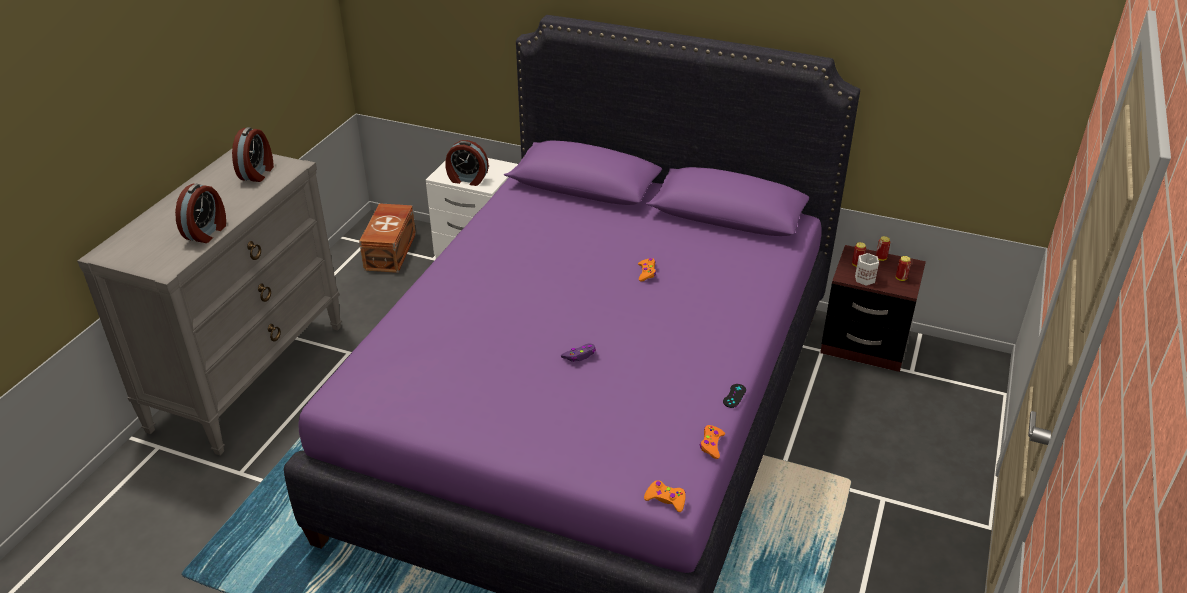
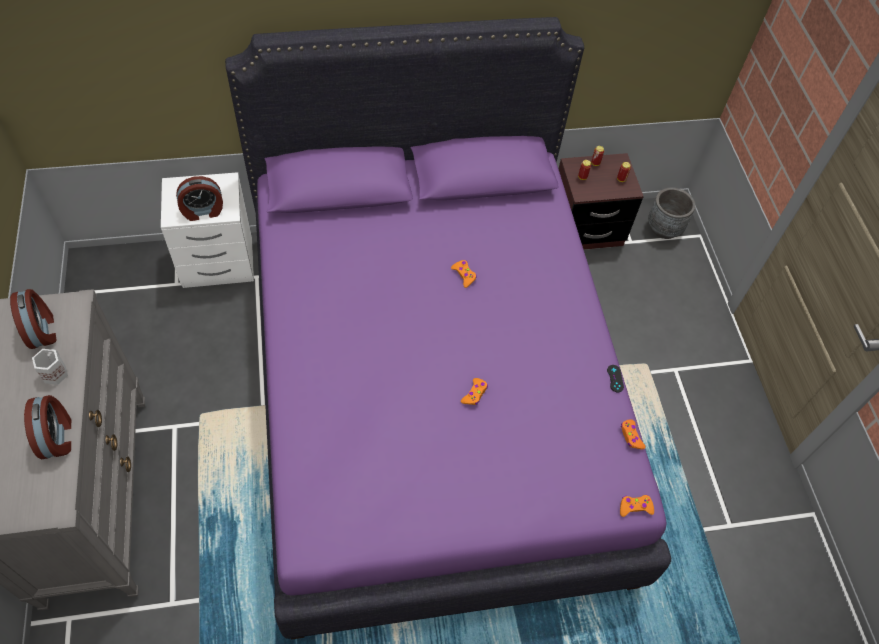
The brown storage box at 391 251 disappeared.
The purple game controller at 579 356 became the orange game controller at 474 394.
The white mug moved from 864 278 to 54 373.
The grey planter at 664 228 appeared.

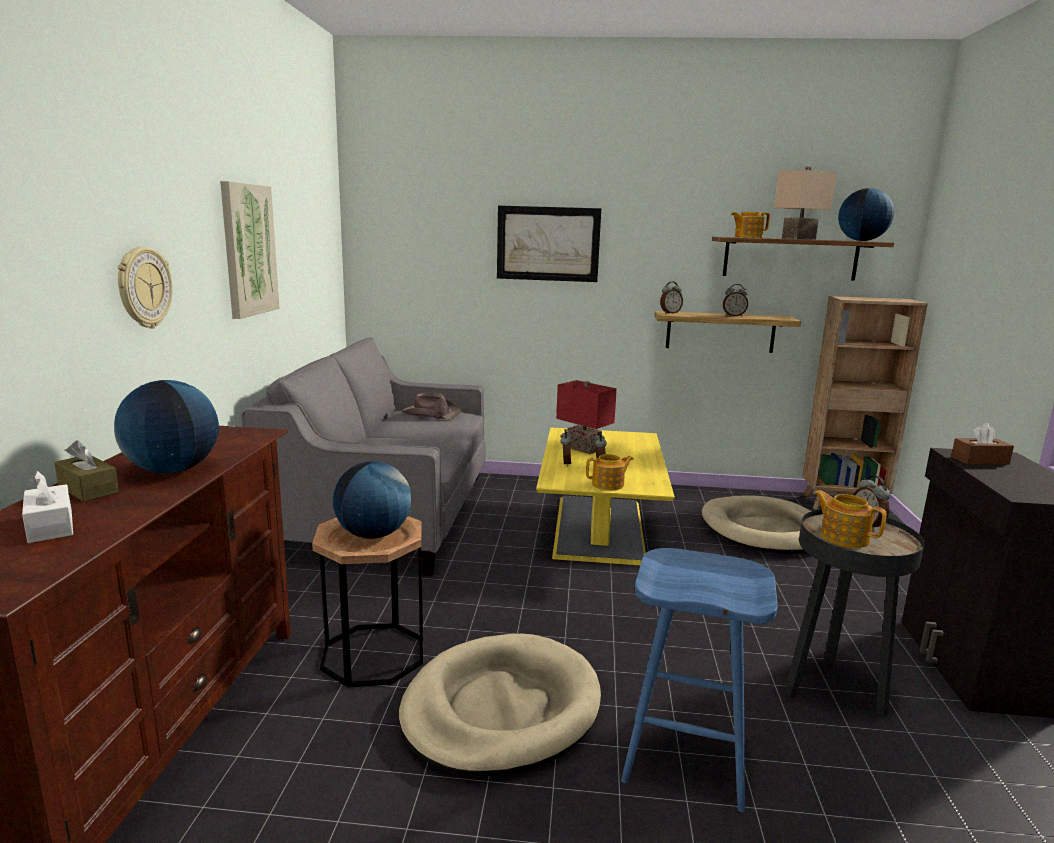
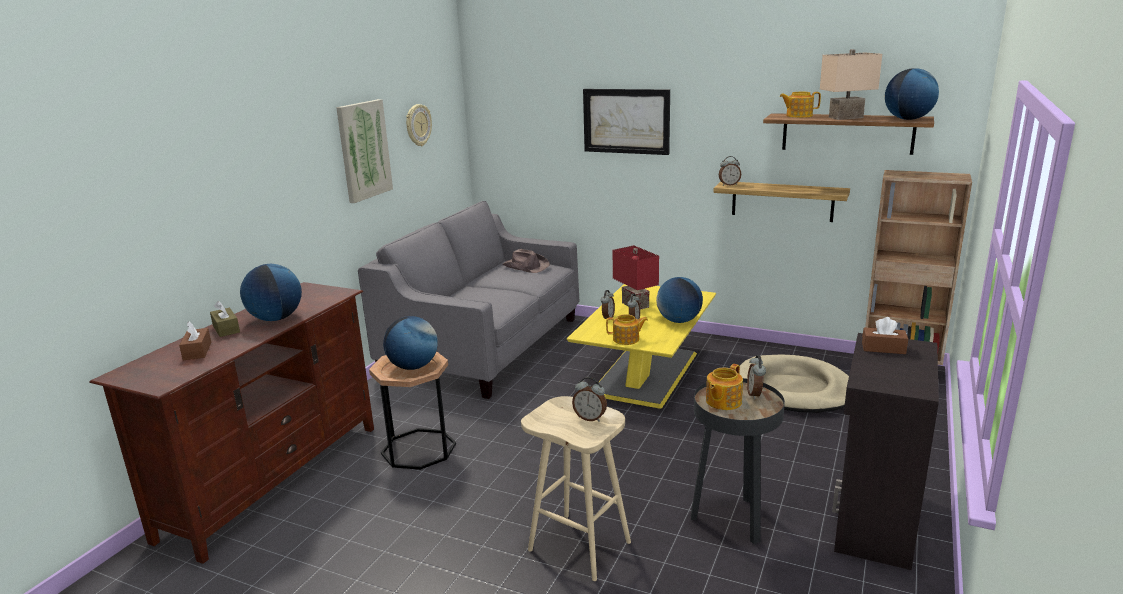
The white tissue box at 50 526 became the brown tissue box at 197 351.
The wall clock moved from 143 287 to 418 125.
The beige dog bed at 501 709 disappeared.
The blue stool at 687 760 became the beige stool at 581 546.
The alarm clock moved from 733 316 to 590 418.
The teapot at 843 537 turned 120 degrees counterclockwise.
The globe at 679 321 appeared.

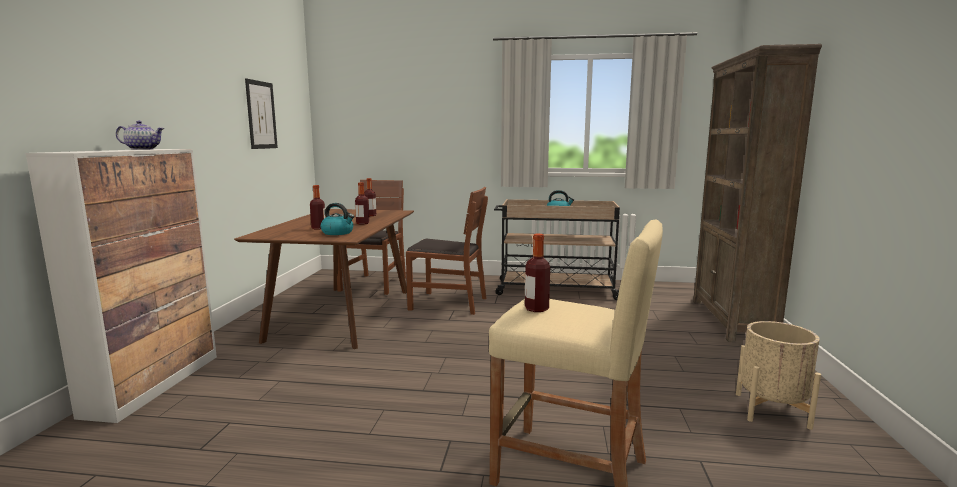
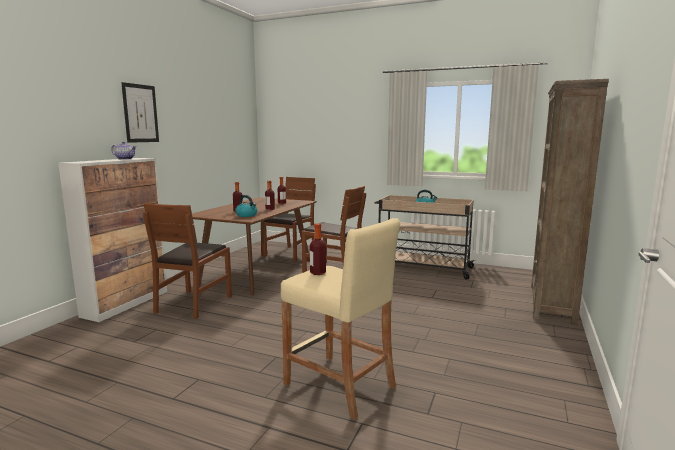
The picture moved from 261 115 to 140 113.
The beige planter at 771 410 disappeared.
The brown chair at 193 304 appeared.

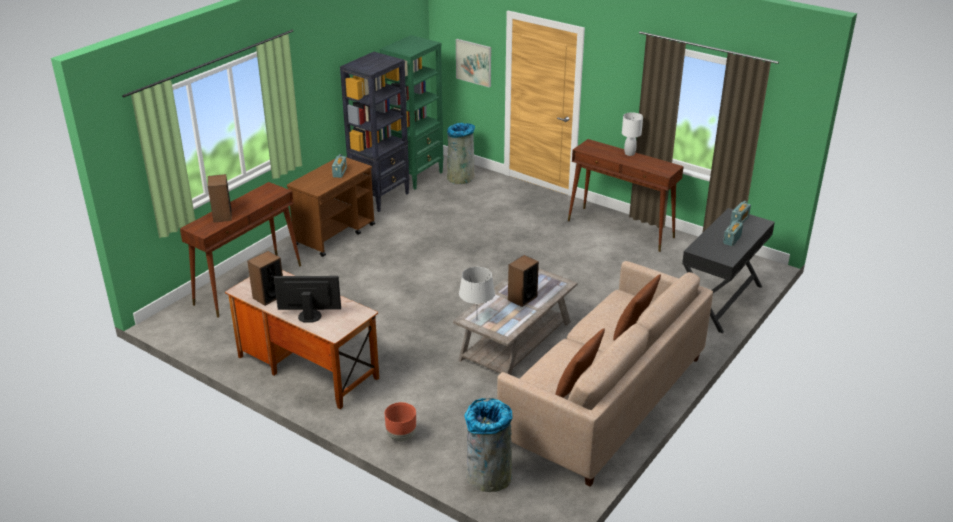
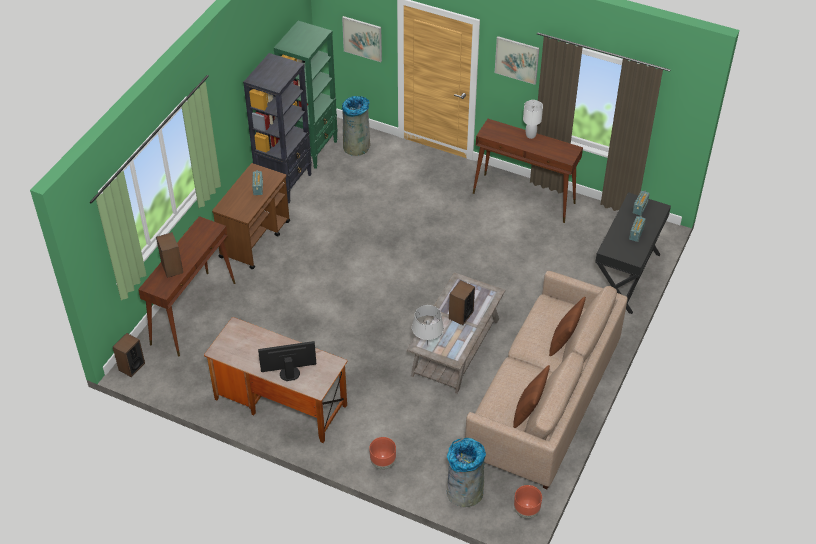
The speaker moved from 268 296 to 131 366.
The picture at 517 59 appeared.
The brown planter at 526 511 appeared.

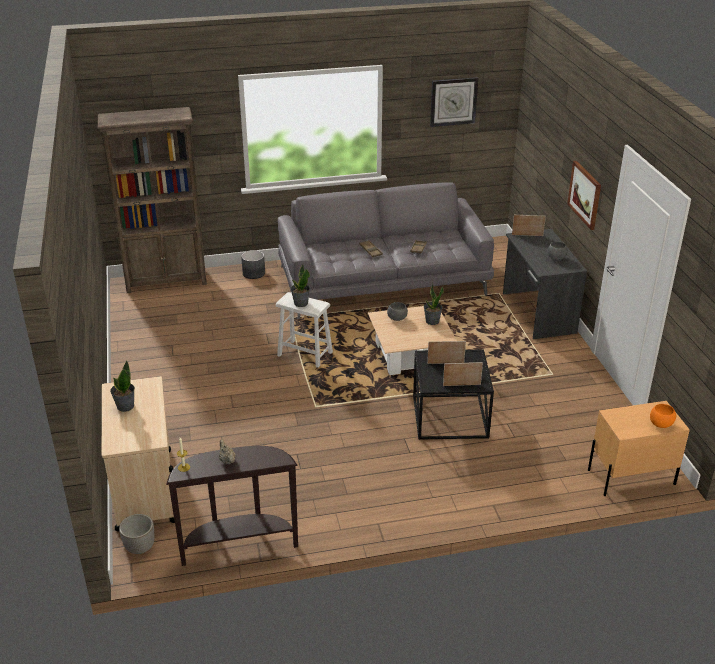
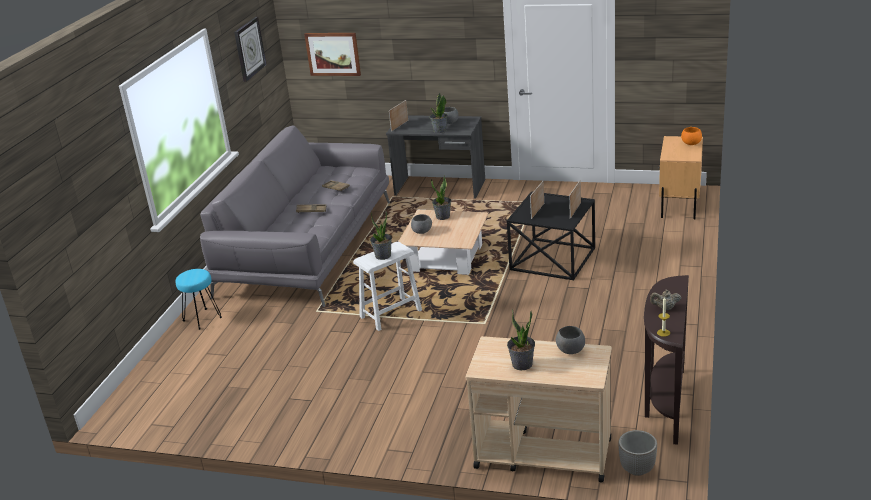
The brown bookcase at 166 281 disappeared.
The grey planter at 254 273 was replaced by the turquoise stool at 202 319.
The picture moved from 585 194 to 333 54.
The potted plant at 439 130 appeared.
The grey bowl at 570 351 appeared.

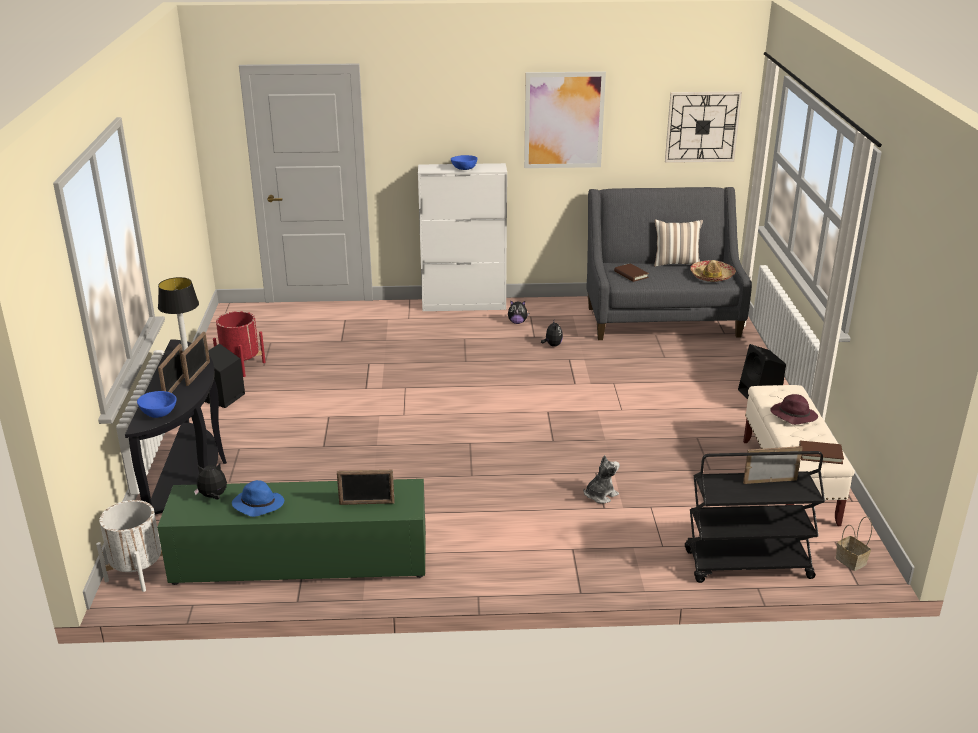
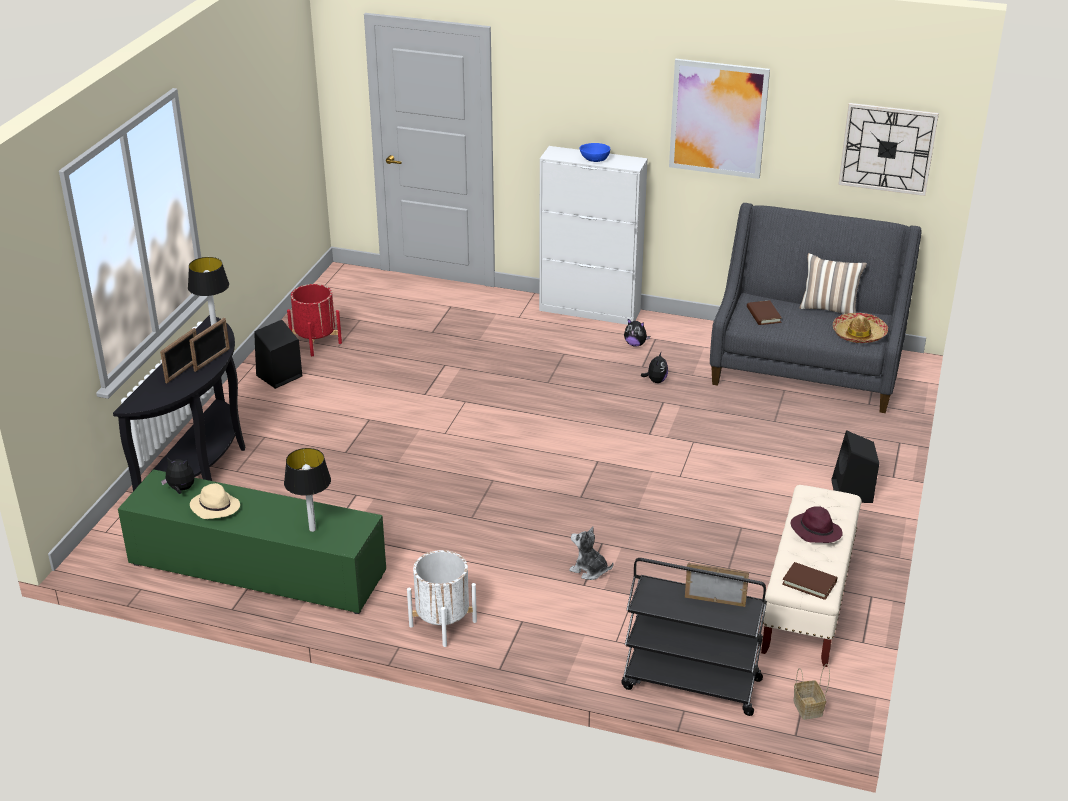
The white planter moved from 138 572 to 443 623.
The blue bowl at 158 413 disappeared.
The blue hat at 257 505 became the beige hat at 215 507.
The picture frame at 366 503 was replaced by the table lamp at 313 529.
The plush toy at 600 495 turned 135 degrees counterclockwise.

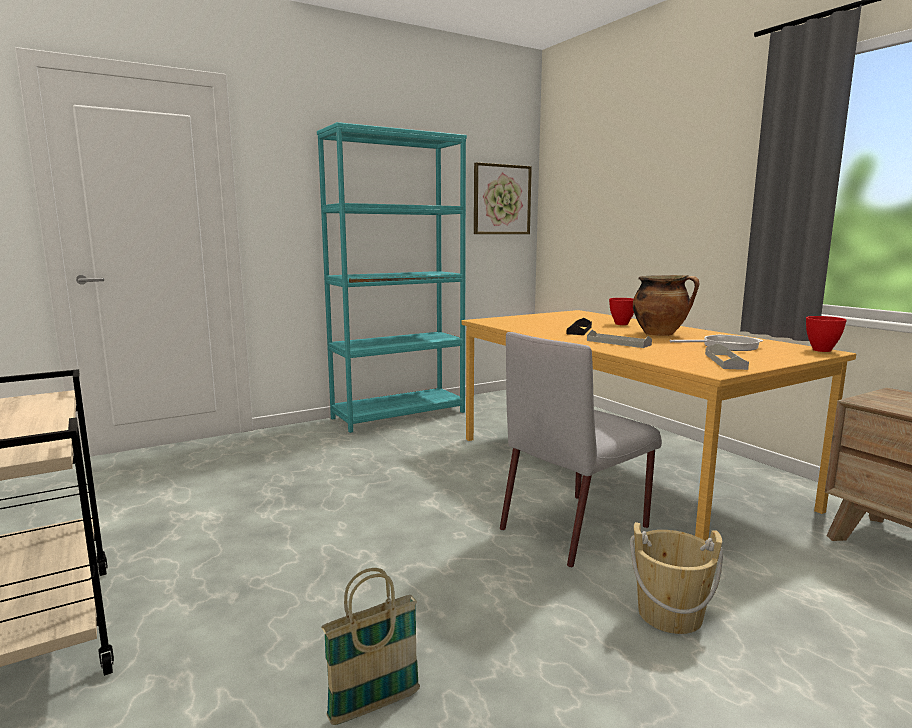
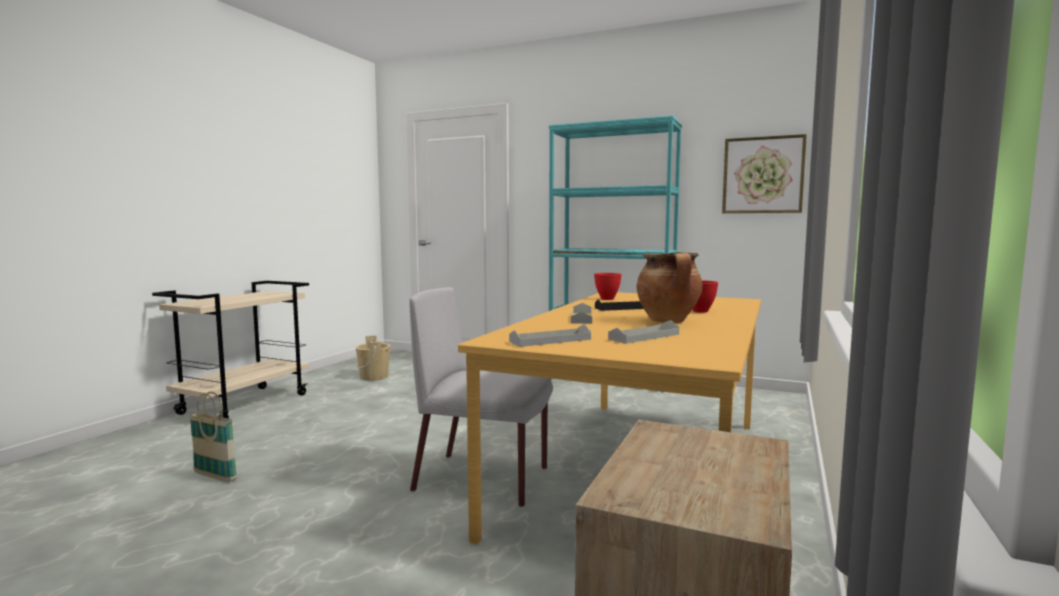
The beige bucket moved from 669 614 to 374 377.
The frying pan at 726 346 was replaced by the grey tray at 644 337.
The red bowl moved from 822 350 to 608 299.

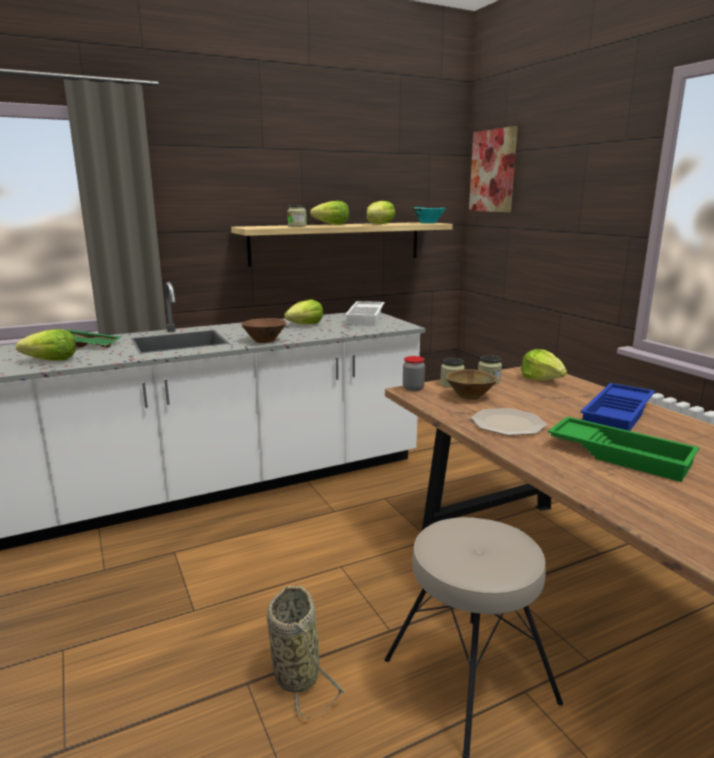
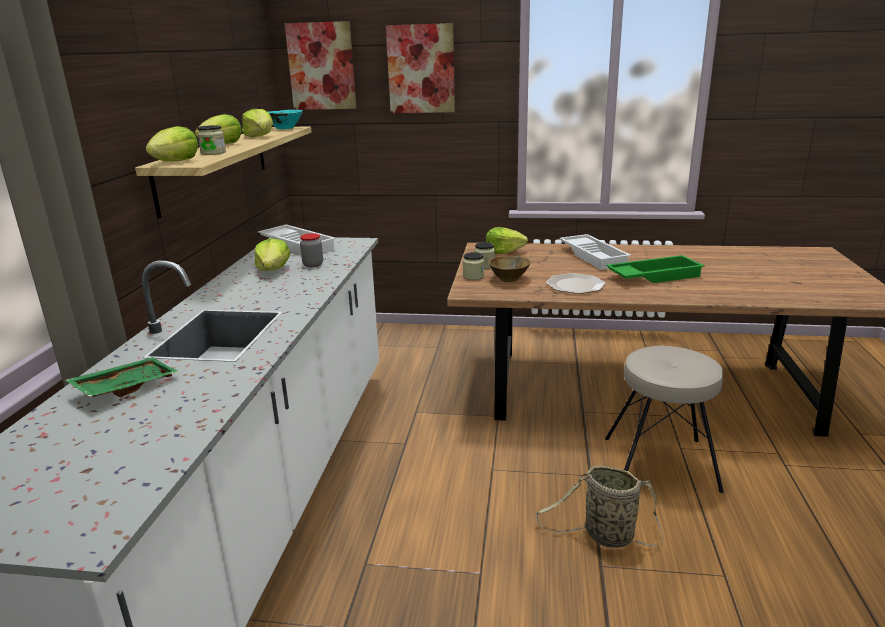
The lettuce moved from 52 360 to 176 162.
The brown bowl at 265 340 disappeared.
The jar moved from 413 388 to 313 264.
The blue tray at 619 415 became the white tray at 594 256.
The picture at 421 69 appeared.

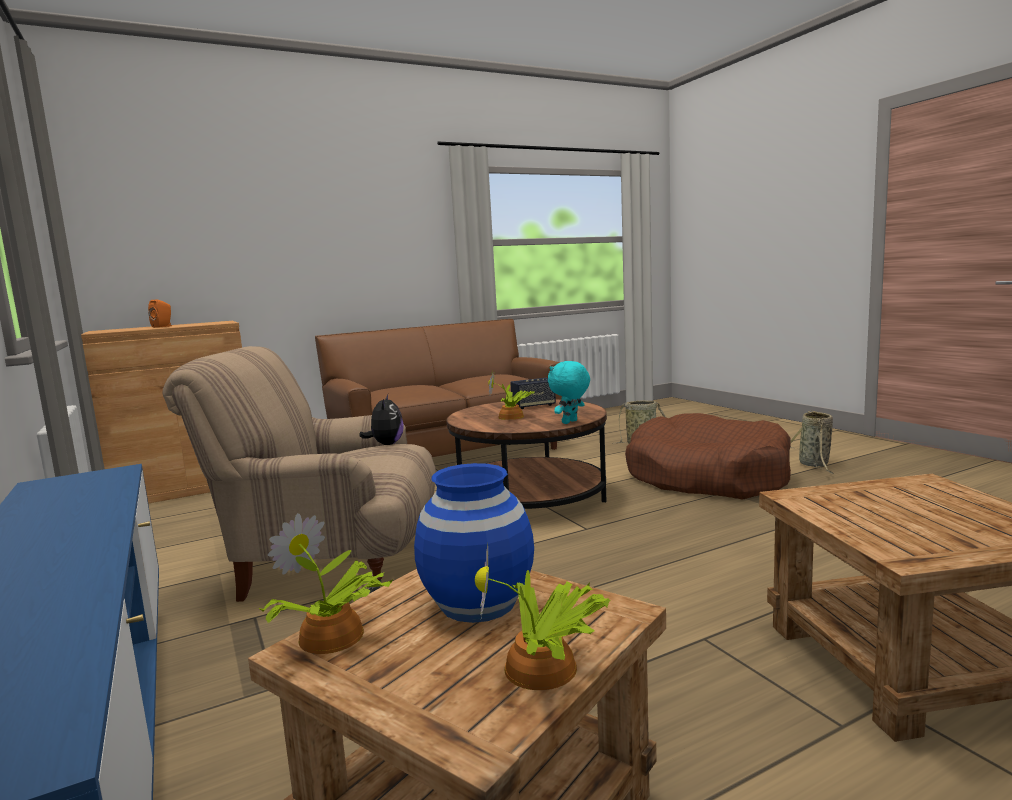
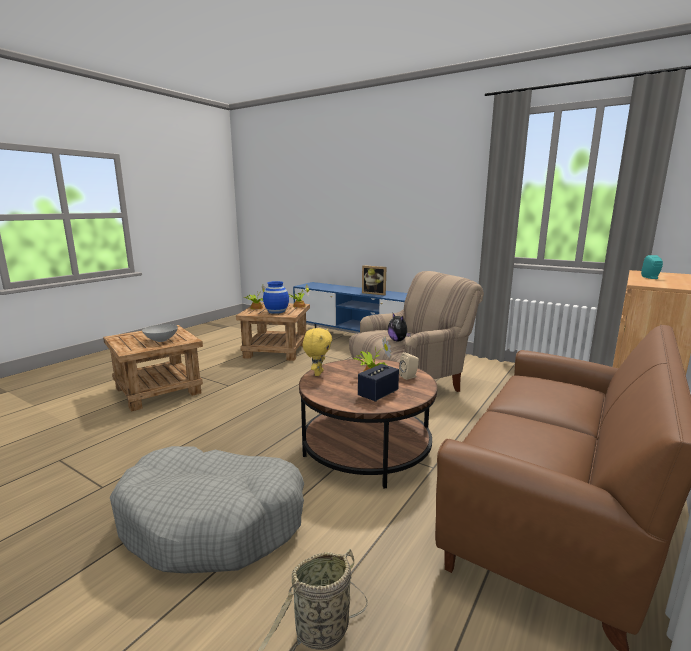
The orange speaker at 163 326 became the turquoise speaker at 651 278.
The turquoise plush toy at 570 422 became the yellow plush toy at 317 373.
The brown dog bed at 706 477 became the grey dog bed at 213 521.
The basket at 814 465 disappeared.
The grey bowl at 162 340 appeared.
The picture frame at 374 293 appeared.
The beige speaker at 409 376 appeared.

